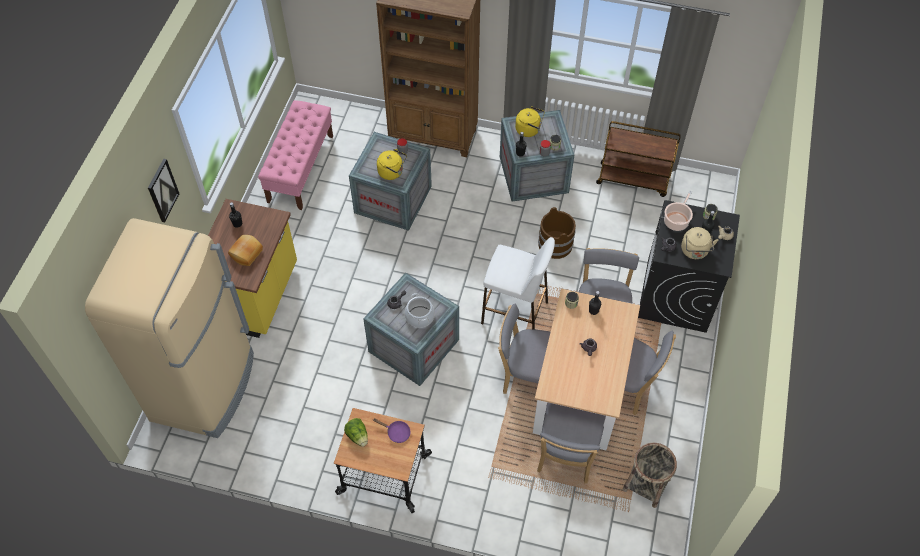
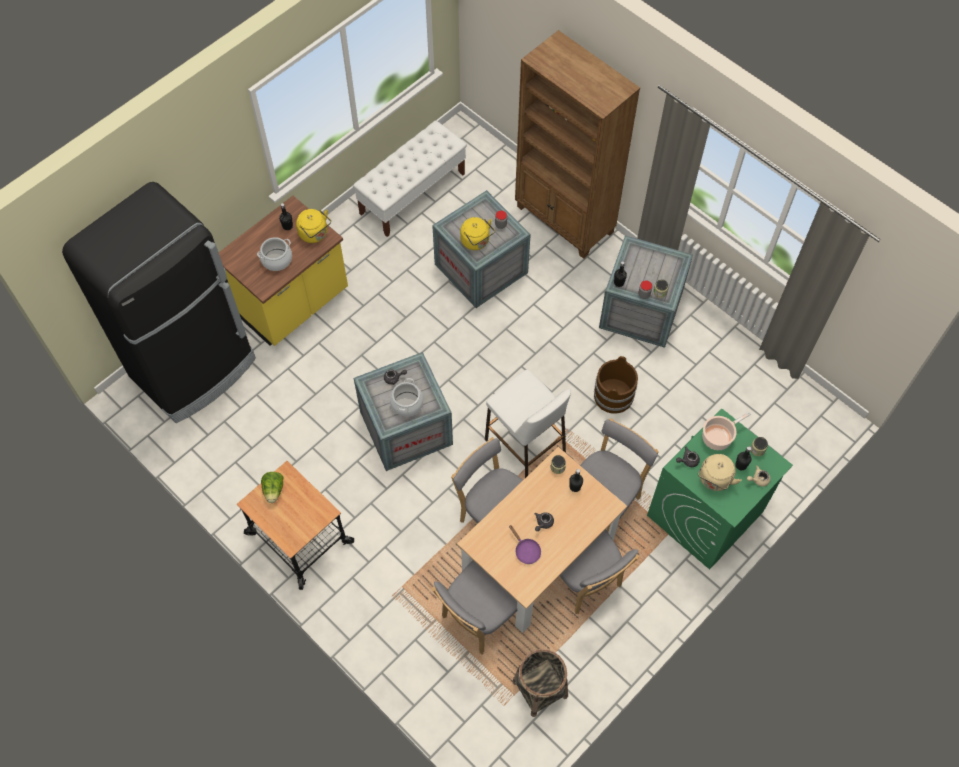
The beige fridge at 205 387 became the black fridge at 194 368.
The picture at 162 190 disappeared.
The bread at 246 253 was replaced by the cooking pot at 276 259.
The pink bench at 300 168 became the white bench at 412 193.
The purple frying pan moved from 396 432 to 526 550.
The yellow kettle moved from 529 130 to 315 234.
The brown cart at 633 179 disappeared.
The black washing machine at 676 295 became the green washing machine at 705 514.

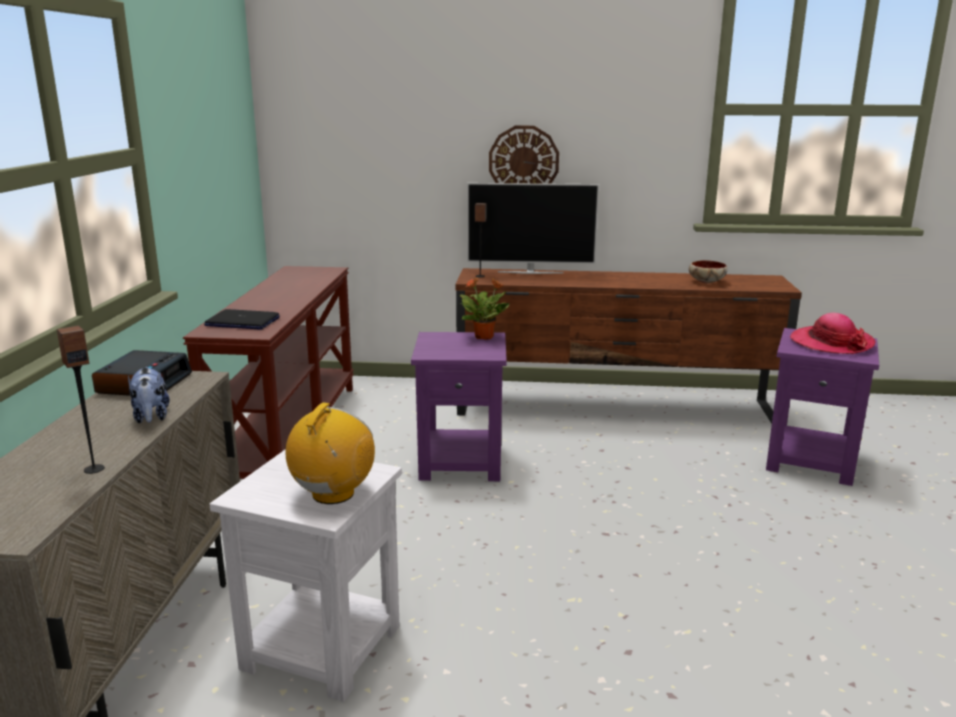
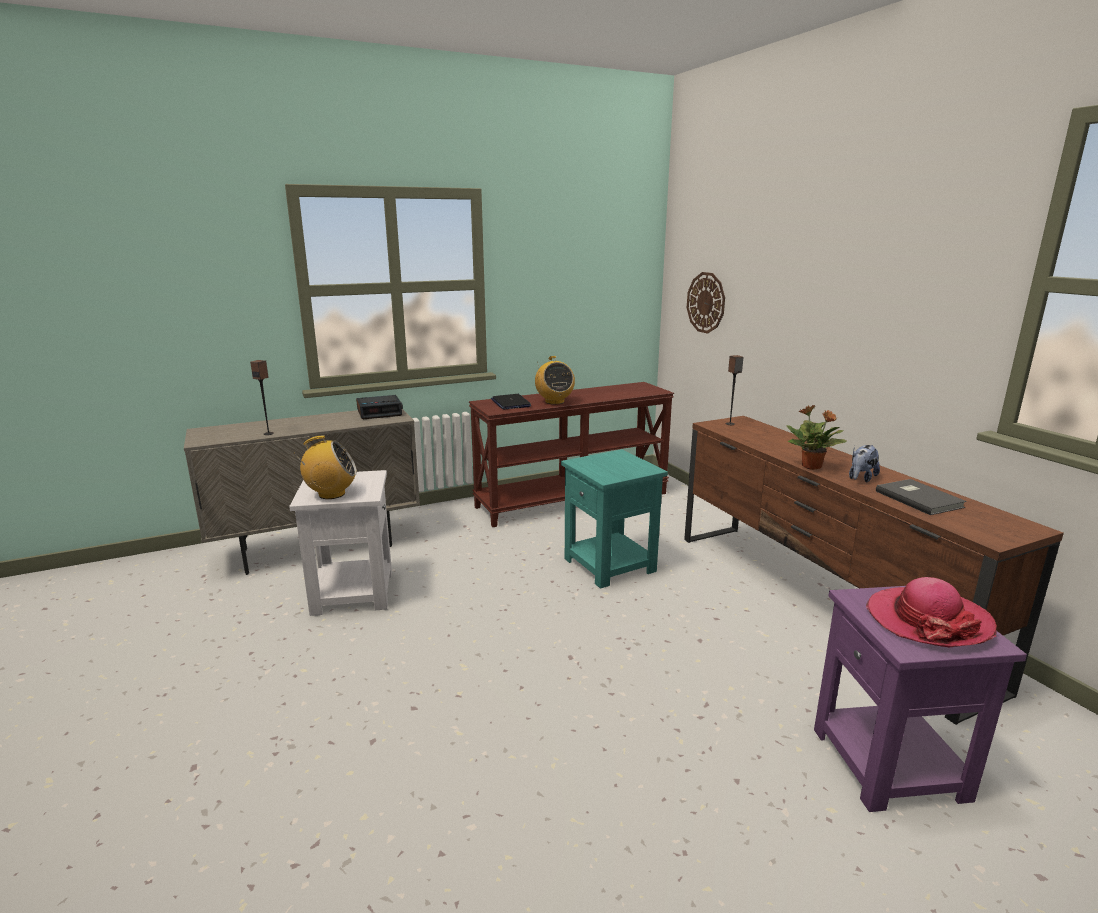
The plush toy moved from 151 417 to 861 478.
The purple side table at 462 462 became the turquoise side table at 610 565.
The potted plant moved from 485 337 to 812 467.
The television at 530 272 disappeared.
The wall clock moved from 523 161 to 706 302.
The bowl at 706 281 was replaced by the grey book at 919 498.
The radio at 554 402 appeared.

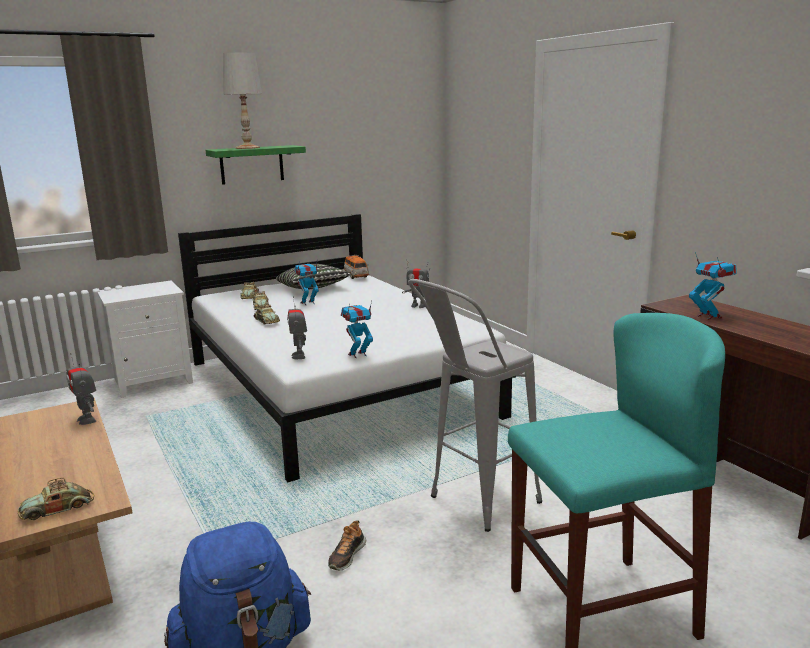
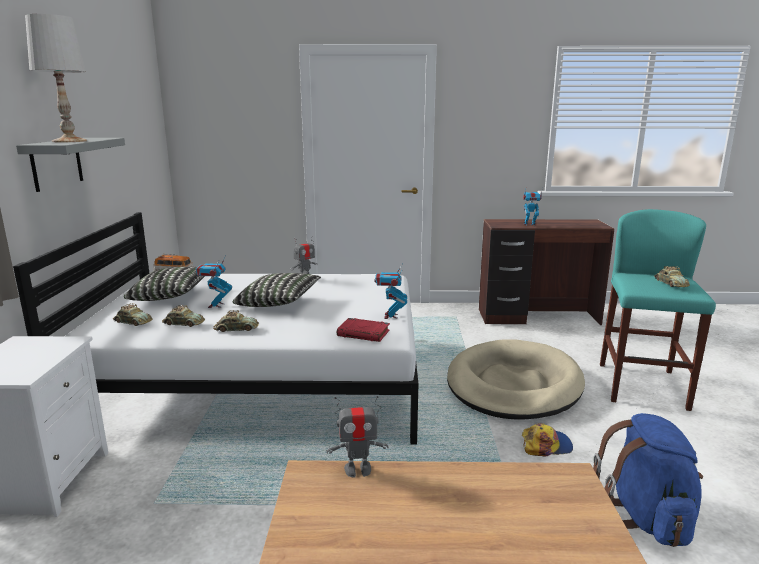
The toy car moved from 57 508 to 670 283.
The green shelf at 252 164 became the grey shelf at 56 163.
The toy robot at 299 356 was replaced by the red book at 364 333.
The shoe at 346 555 was replaced by the cap at 546 445.
The grey stool at 473 506 was replaced by the beige dog bed at 513 385.
The pillow at 279 303 appeared.

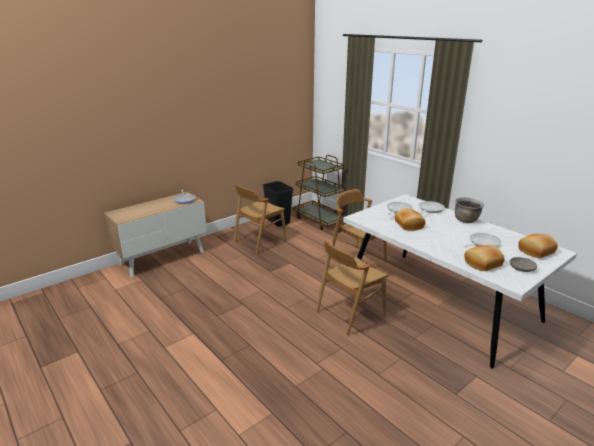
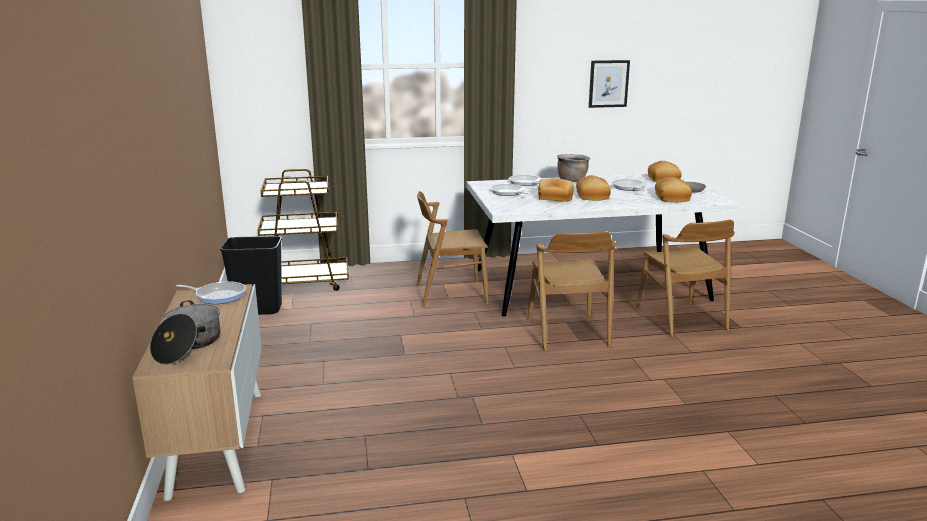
The brown chair moved from 259 241 to 680 319.
The cooking pot at 188 345 appeared.
The bread at 593 196 appeared.
The picture at 608 83 appeared.

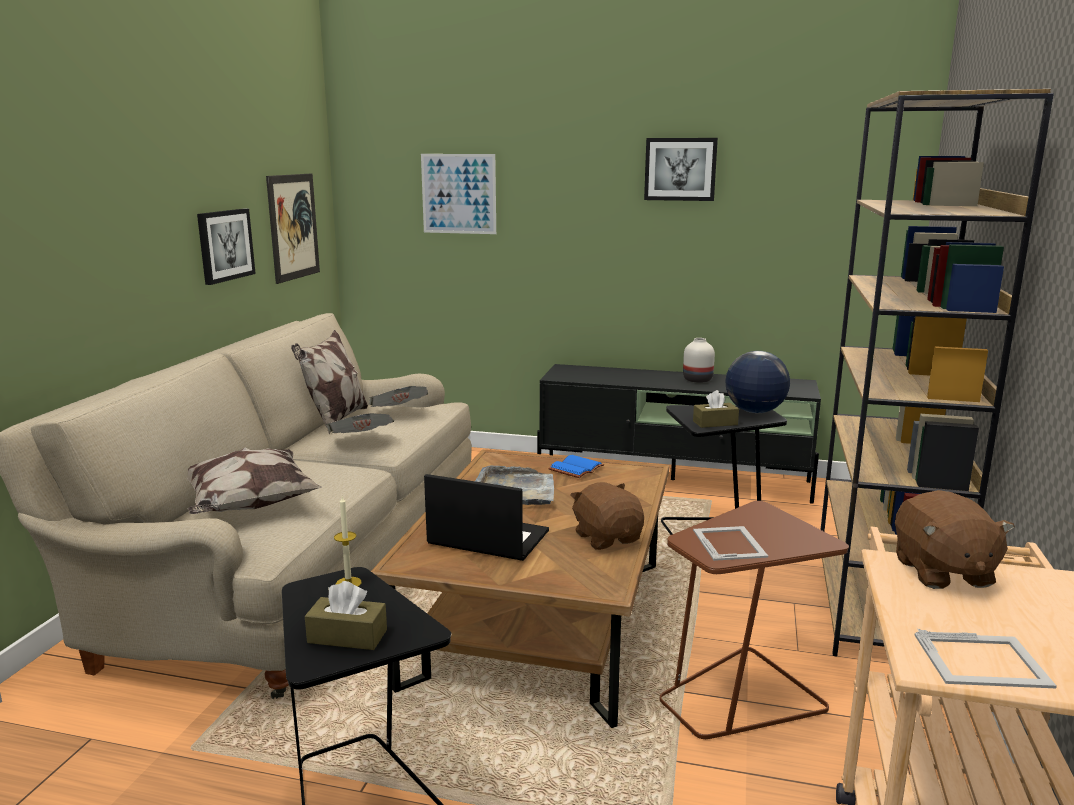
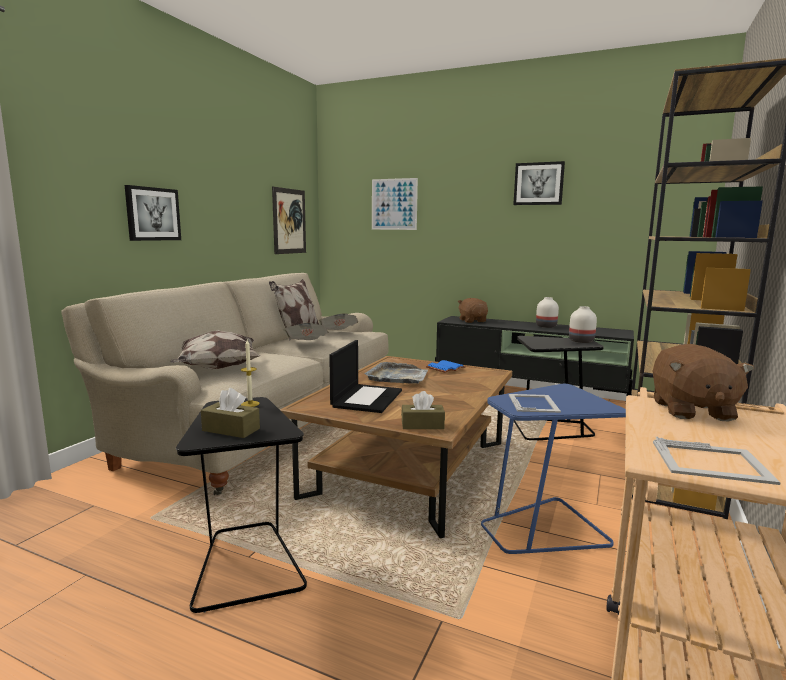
The picture moved from 225 245 to 152 214.
The laptop at 486 538 turned 75 degrees clockwise.
The brown plush toy moved from 607 538 to 472 321.
The brown side table at 738 697 became the blue side table at 542 529.
The brown tissue box moved from 715 423 to 422 425.
The globe at 754 411 was replaced by the white vase at 580 341.

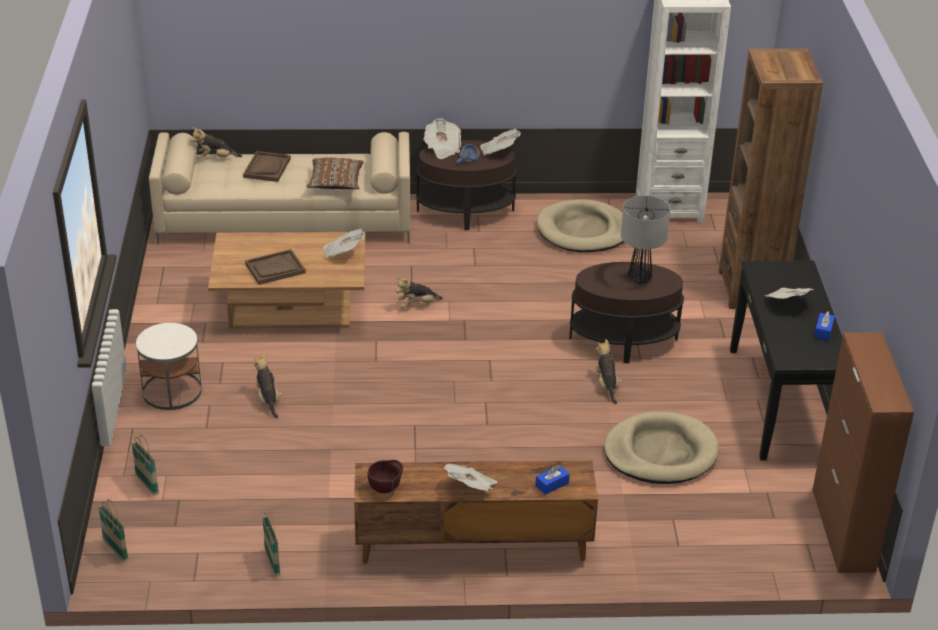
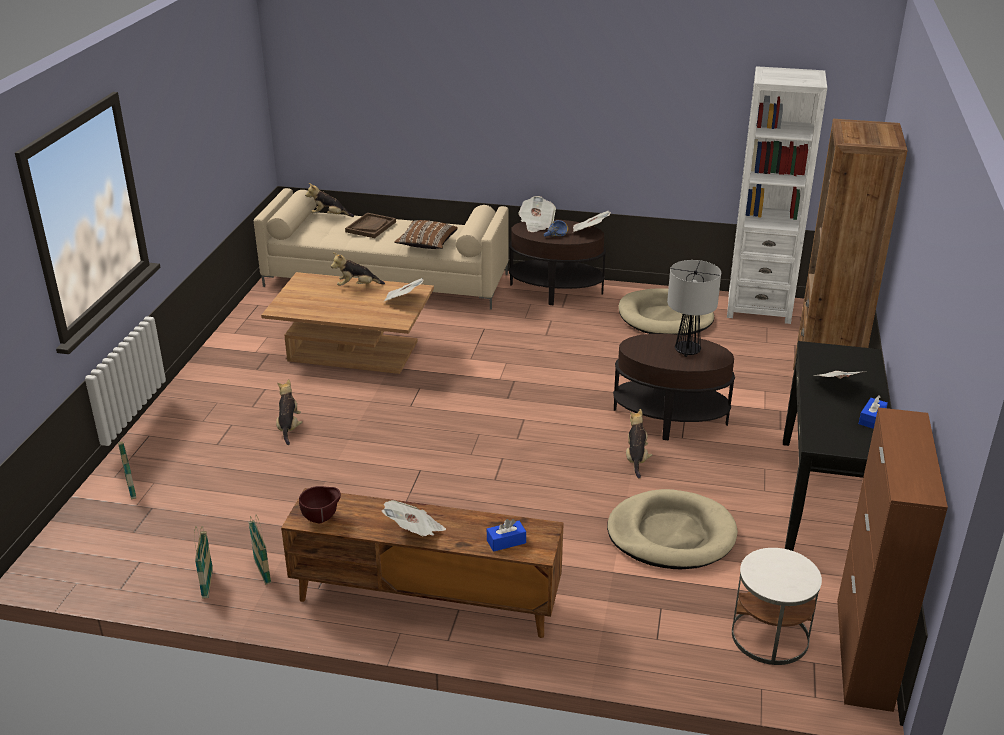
The basket moved from 115 550 to 262 572.
The white side table moved from 172 391 to 770 637.
The brown tray at 275 269 disappeared.
The plush toy moved from 417 305 to 357 286.

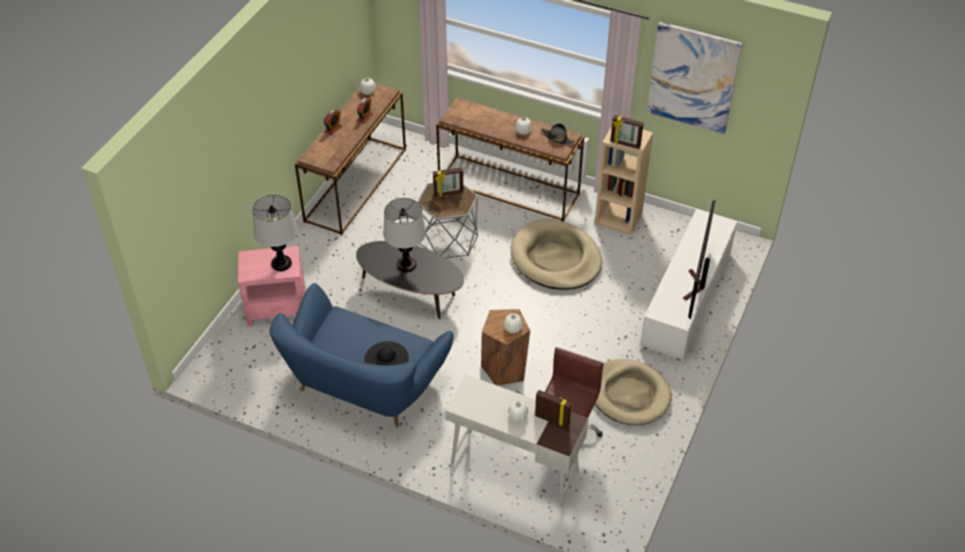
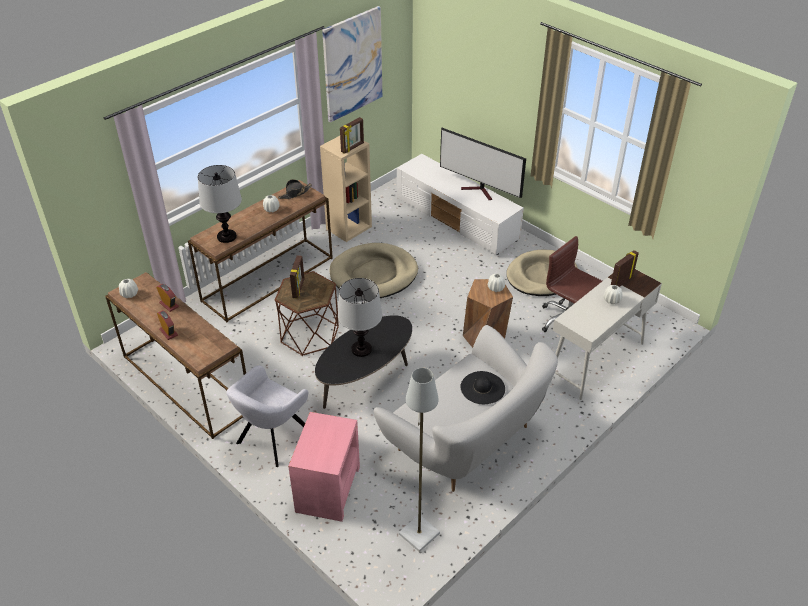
The table lamp moved from 281 263 to 226 237.
The blue sofa at 363 385 became the white sofa at 467 440.
The grey side table at 448 240 became the brown side table at 310 335.
The grey armchair at 272 439 appeared.
The grey floor lamp at 419 534 appeared.

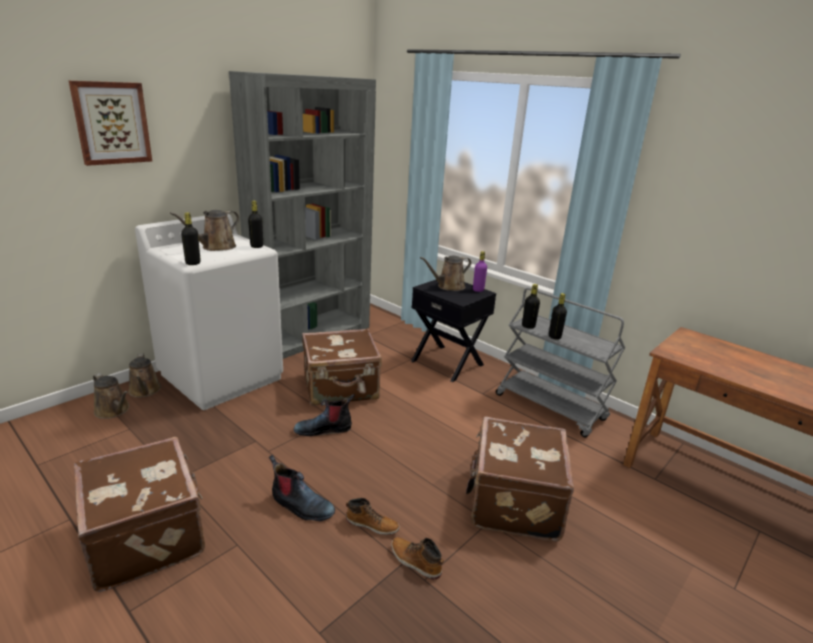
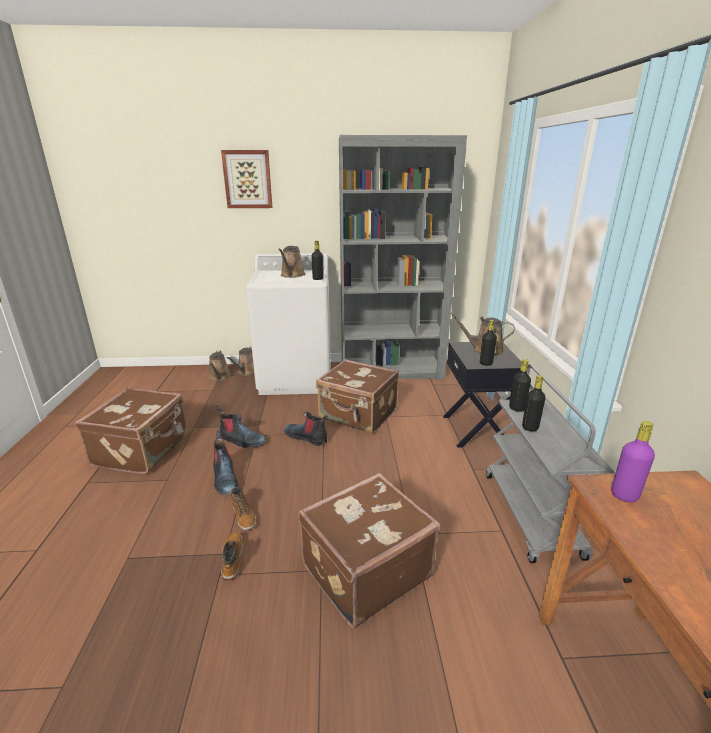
The brown watering can at 216 247 turned 75 degrees counterclockwise.
The black bottle moved from 193 263 to 486 363.
The purple bottle moved from 478 290 to 624 495.
The boot at 241 440 appeared.

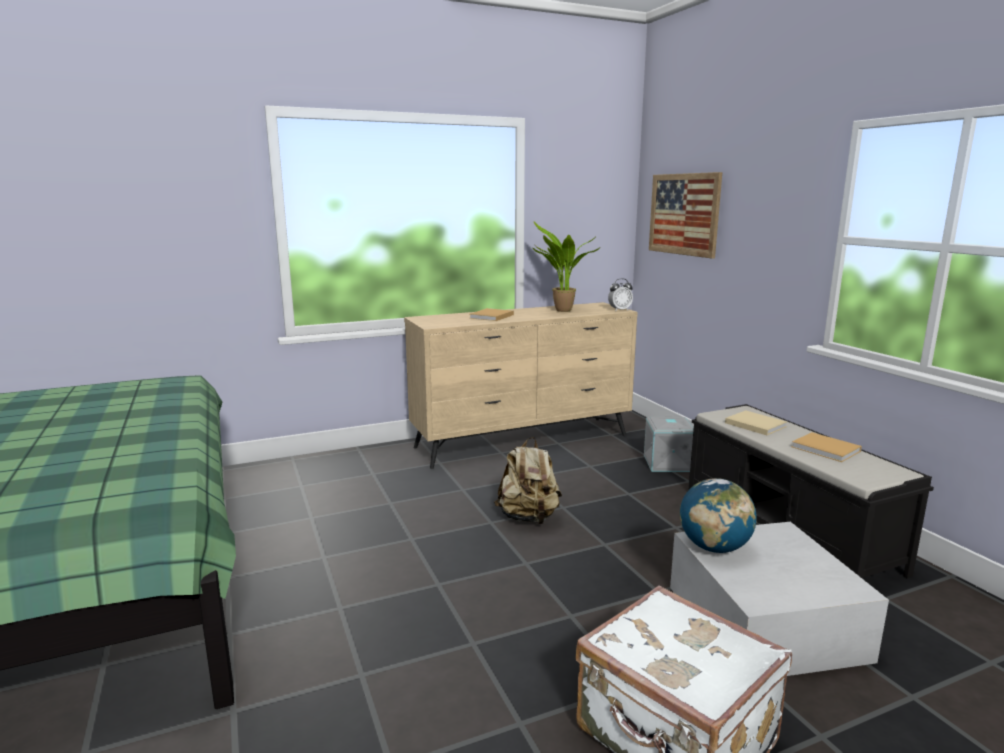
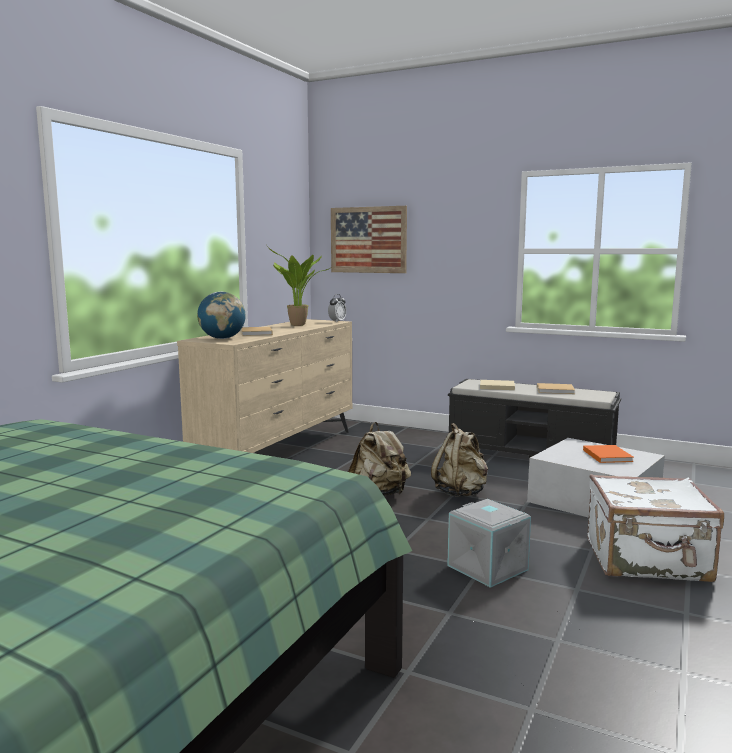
The grey storage box moved from 666 463 to 486 568.
The globe moved from 714 547 to 222 338.
The beige backpack at 461 493 appeared.
The orange book at 606 455 appeared.

